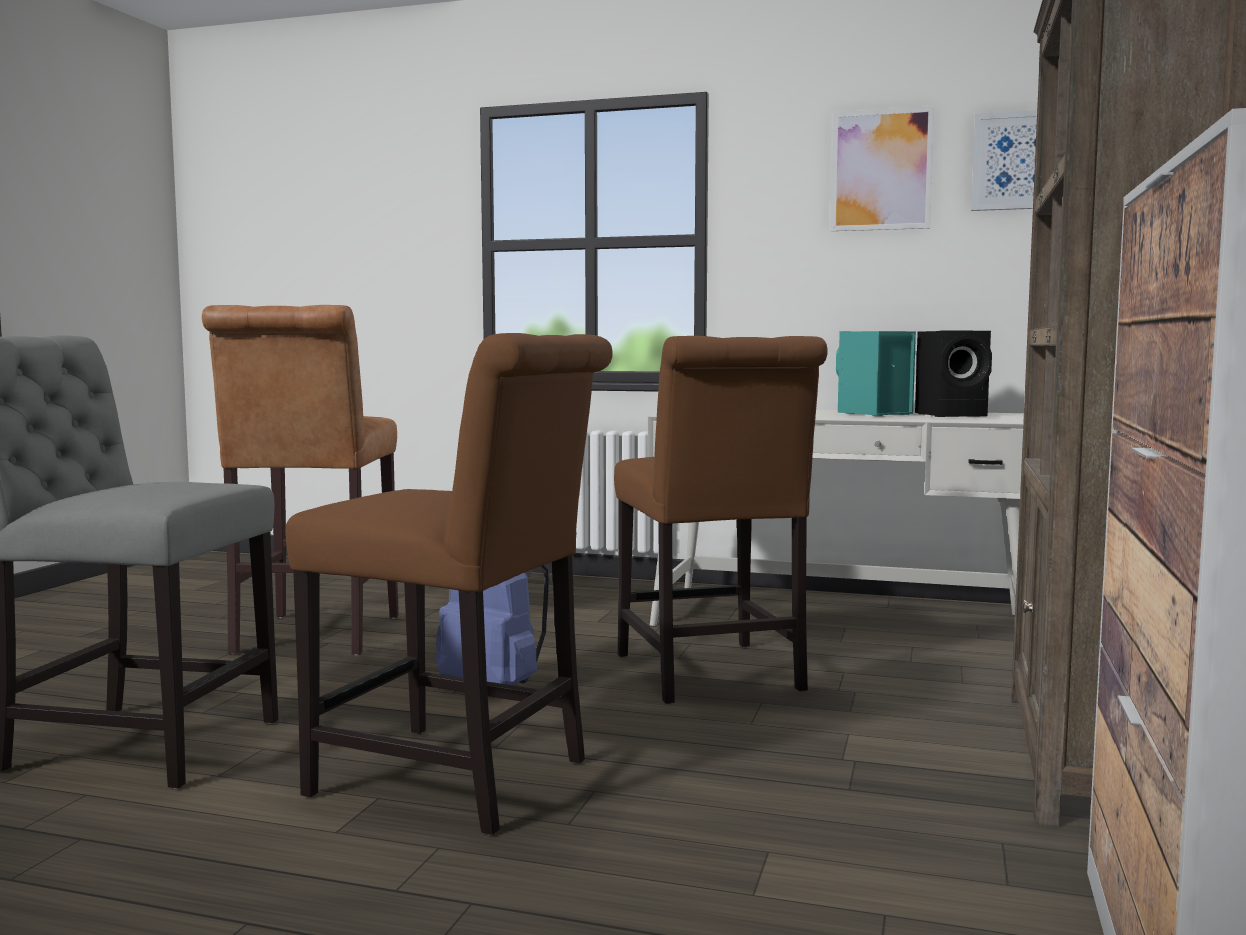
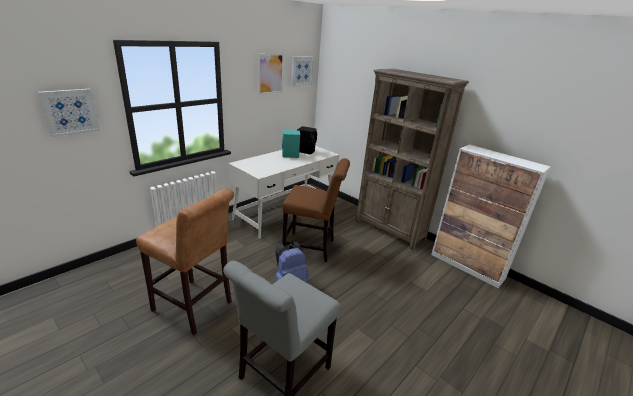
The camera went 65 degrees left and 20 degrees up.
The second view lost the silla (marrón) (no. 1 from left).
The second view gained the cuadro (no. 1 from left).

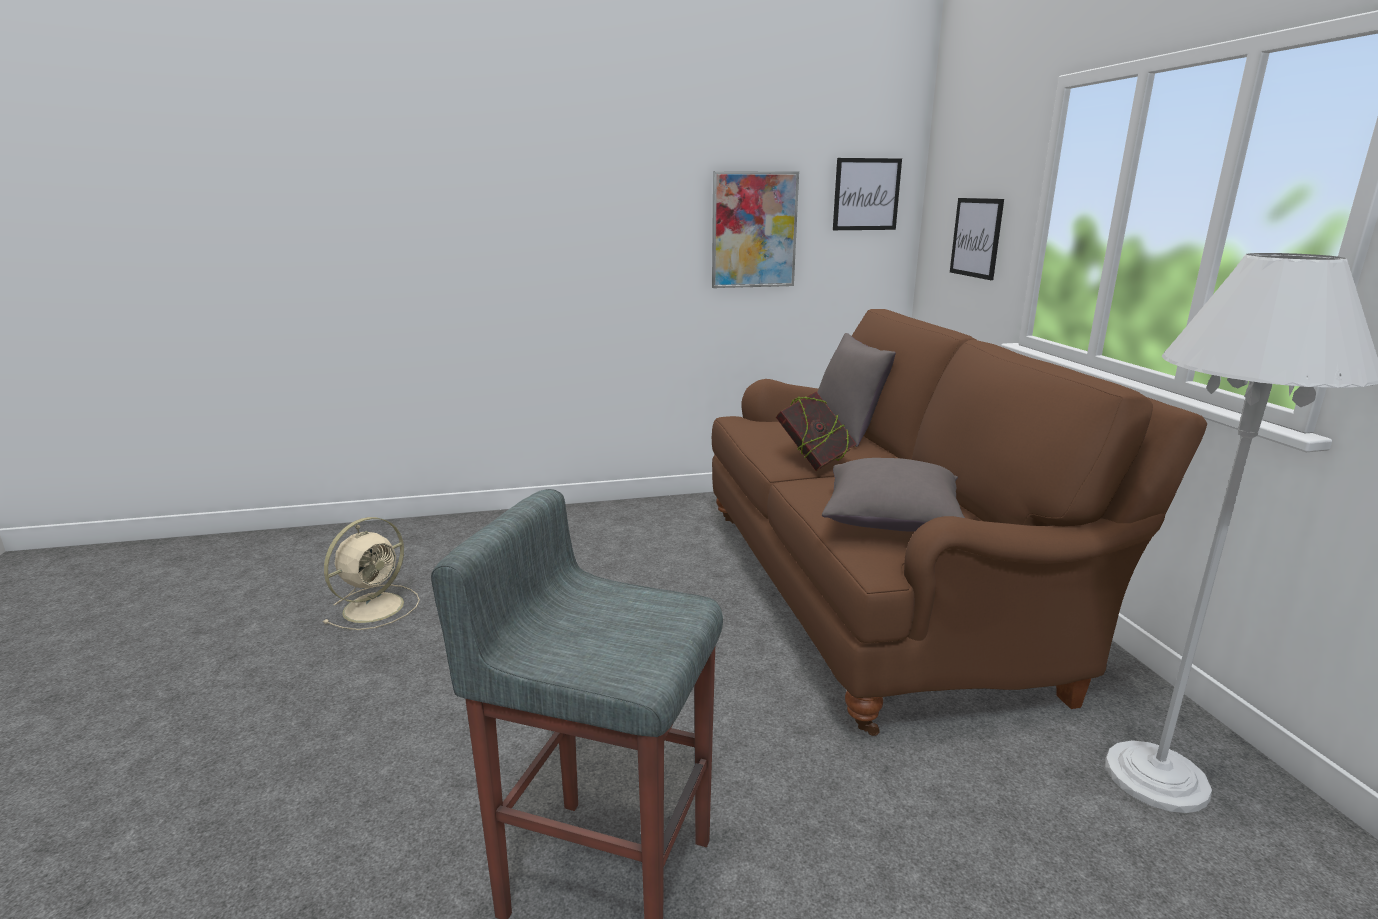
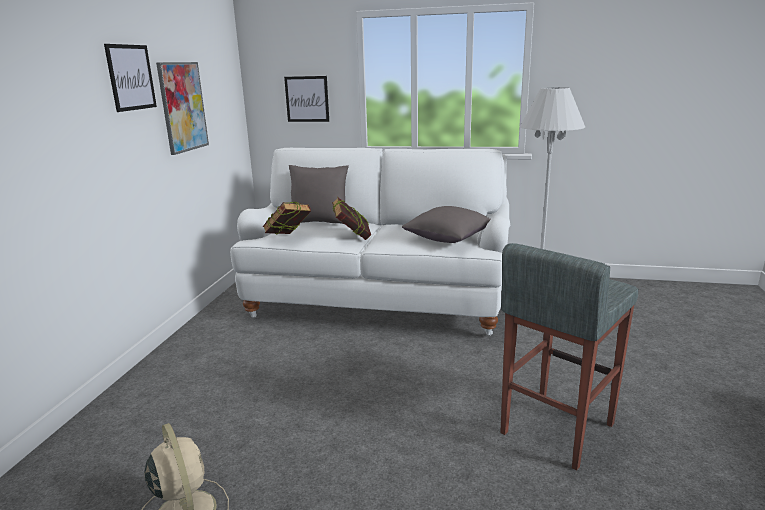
The camera went 65 degrees left and 0 degrees up.
The second view gained the libro (no. 1 from left).
The cuadro (no. 2 from left in the first image) ended up elsewhere.
What was the sofá (marrón) turned into the sofá (blanco).

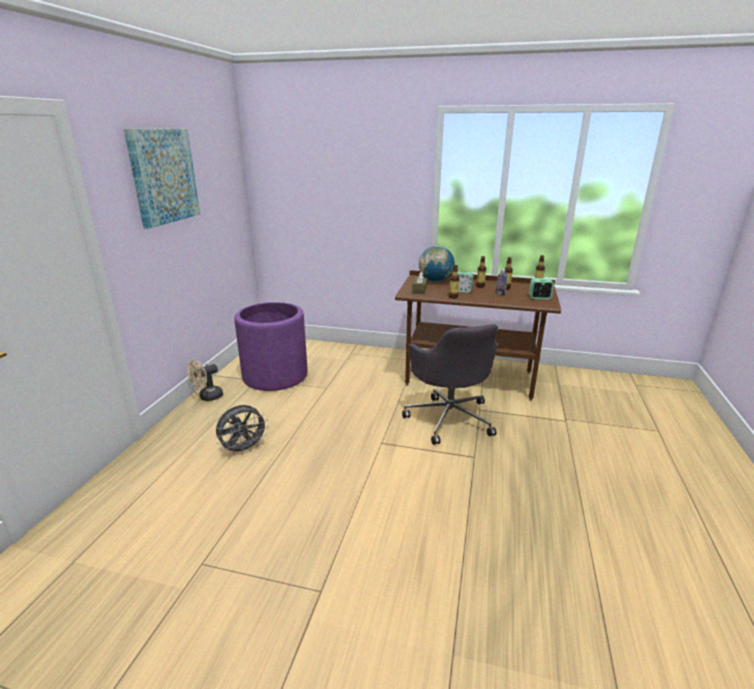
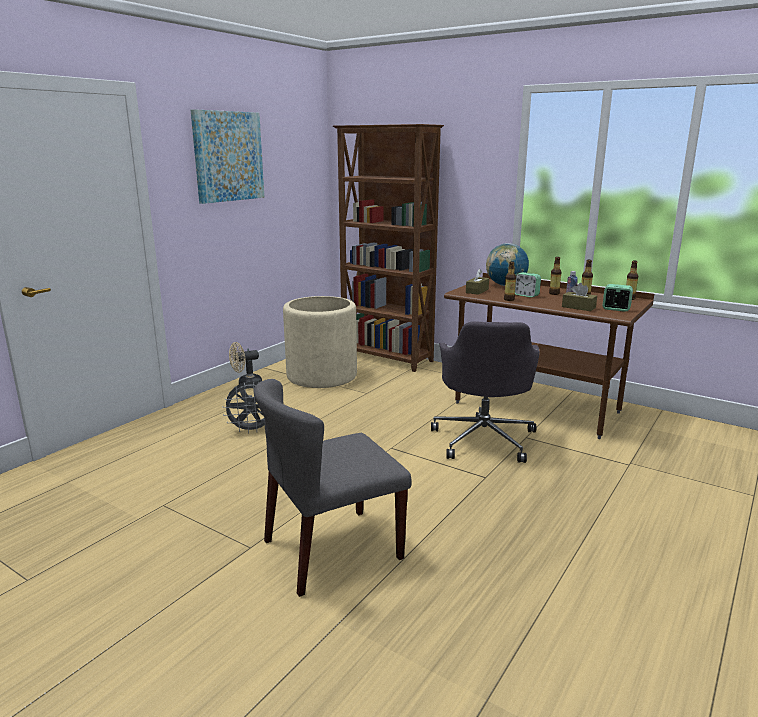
The camera went 20 degrees right and 5 degrees down.
The second view gained the silla (gris).
The second view gained the estantería (marrón).
The second view gained the caja de pañuelos (marrón) (no. 2 from left).
What was the maceta (morado) turned into the maceta (beis).

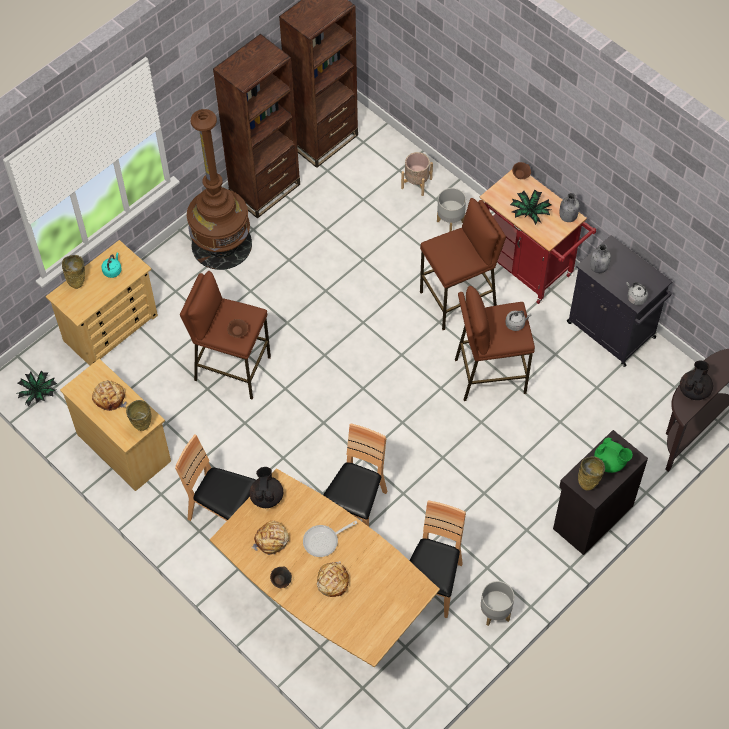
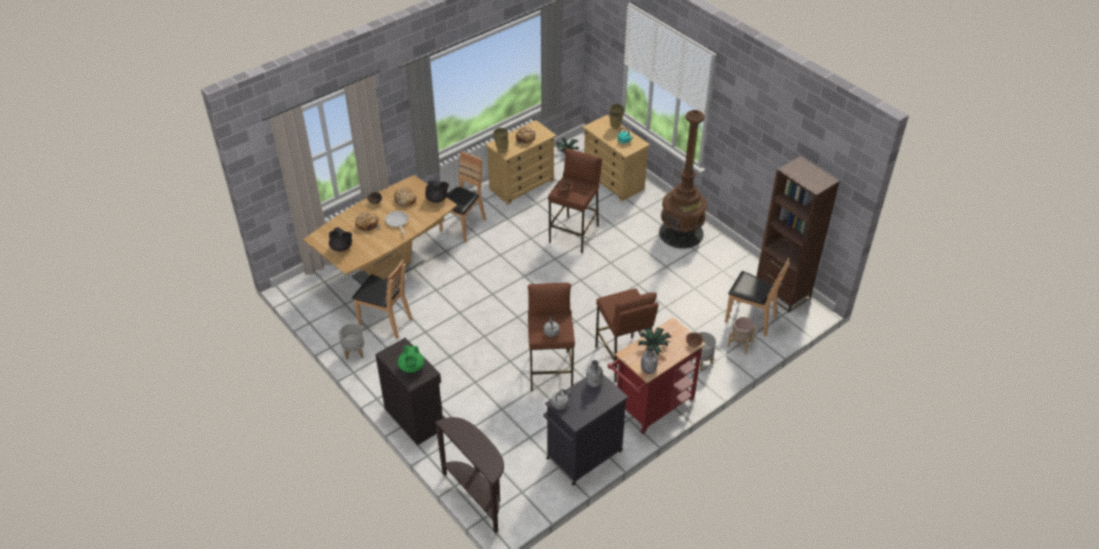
The camera went 95 degrees right and 15 degrees down.
The second view lost the estantería (marrón) (no. 1 from left).
The second view lost the florero (beis) (no. 3 from left).
The silla (marrón) (no. 2 from left in the first image) ended up elsewhere.
The tetera (negro) (no. 2 from left in the first image) ended up elsewhere.
The tetera (verde) ended up facing another way, 45 degrees counterclockwise from before.

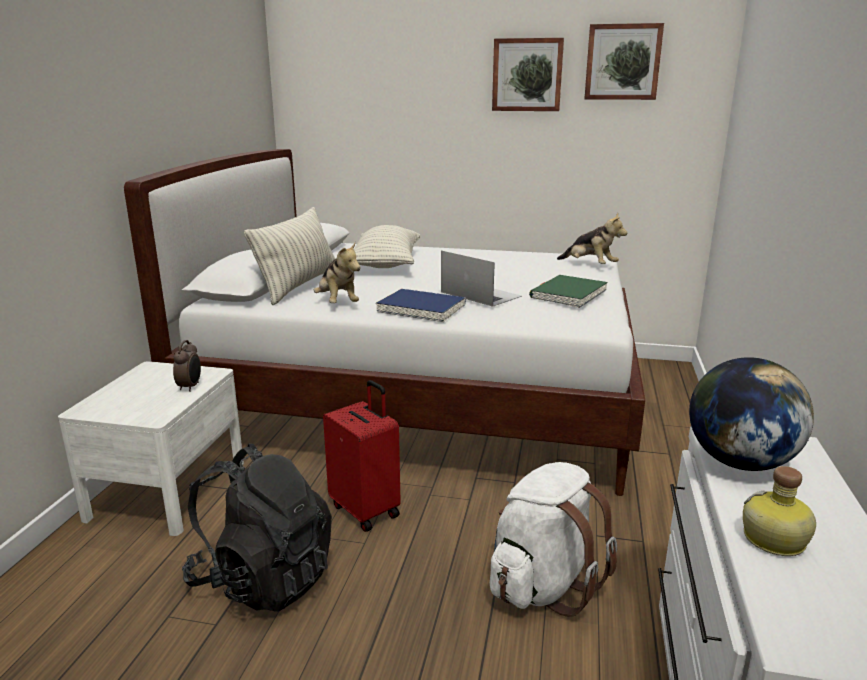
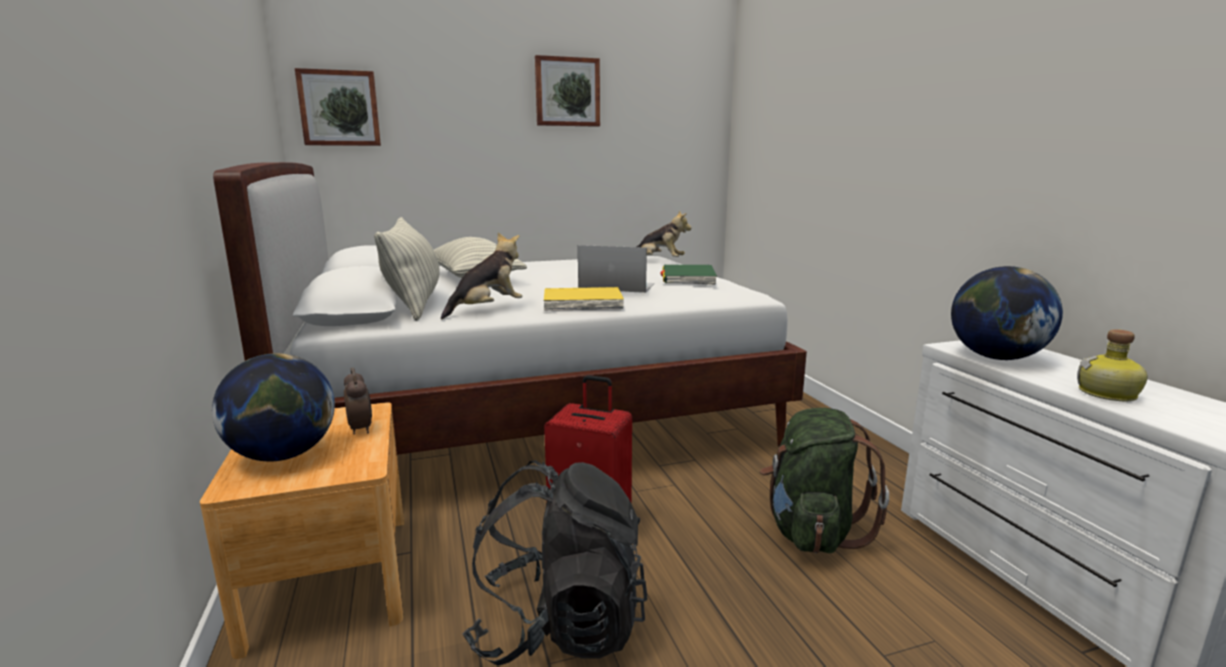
The camera went 30 degrees left and 5 degrees down.
The second view gained the globo terráqueo (no. 1 from left).
The cuadro (no. 2 from left in the first image) ended up elsewhere.
What was the mesita de noche (blanco) turned into the mesita de noche (marrón).
What was the libro (azul) turned into the libro (amarillo).
What was the mochila (blanco) turned into the mochila (verde).
The peluche (no. 1 from left) ended up facing another way, 75 degrees counterclockwise from before.

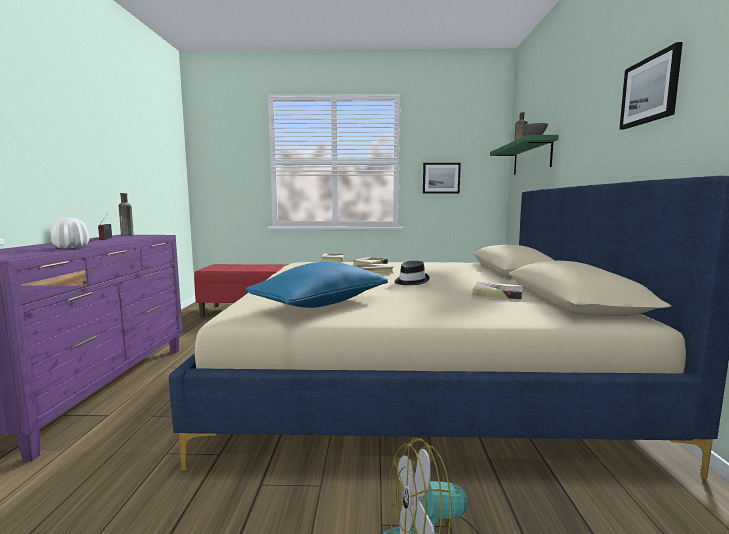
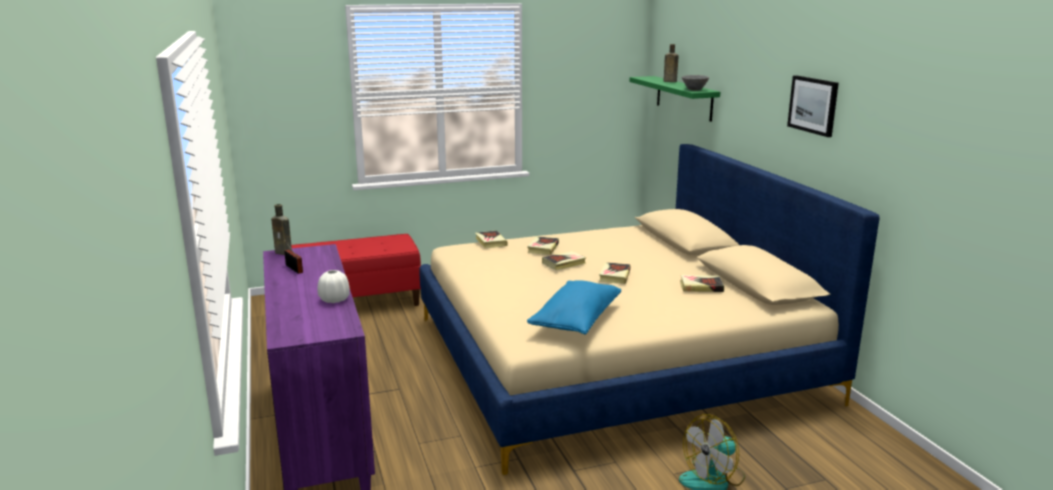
The camera went 20 degrees left and 10 degrees up.
The second view lost the cuadro (no. 1 from left).
Where the sombrero (negro) stood, the libro (no. 4 from left) came to stand.

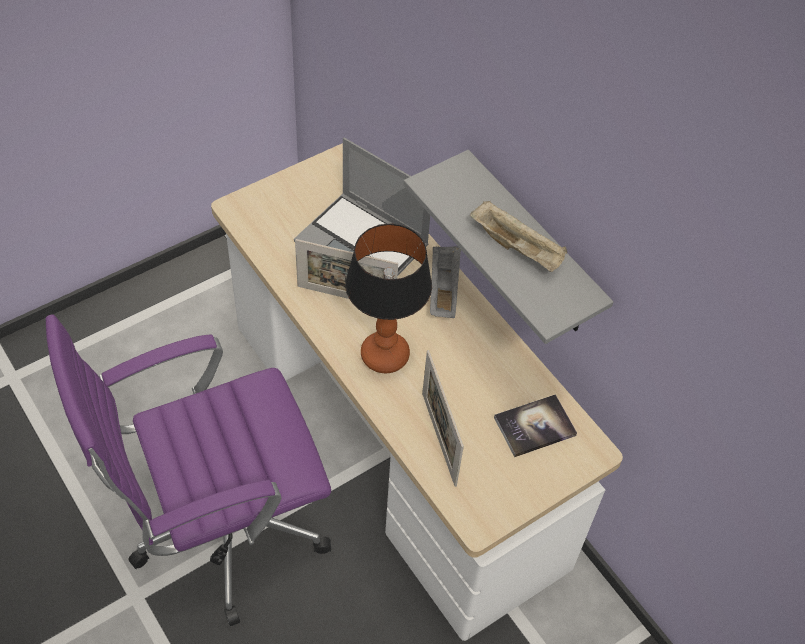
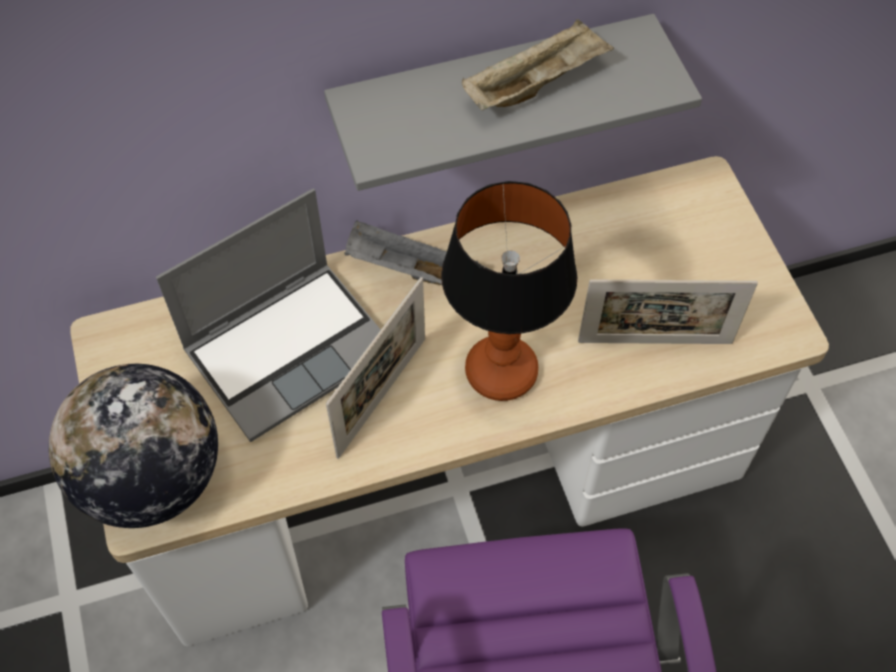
The camera went 70 degrees left and 5 degrees up.
The second view lost the libro.
The second view gained the globo terráqueo.

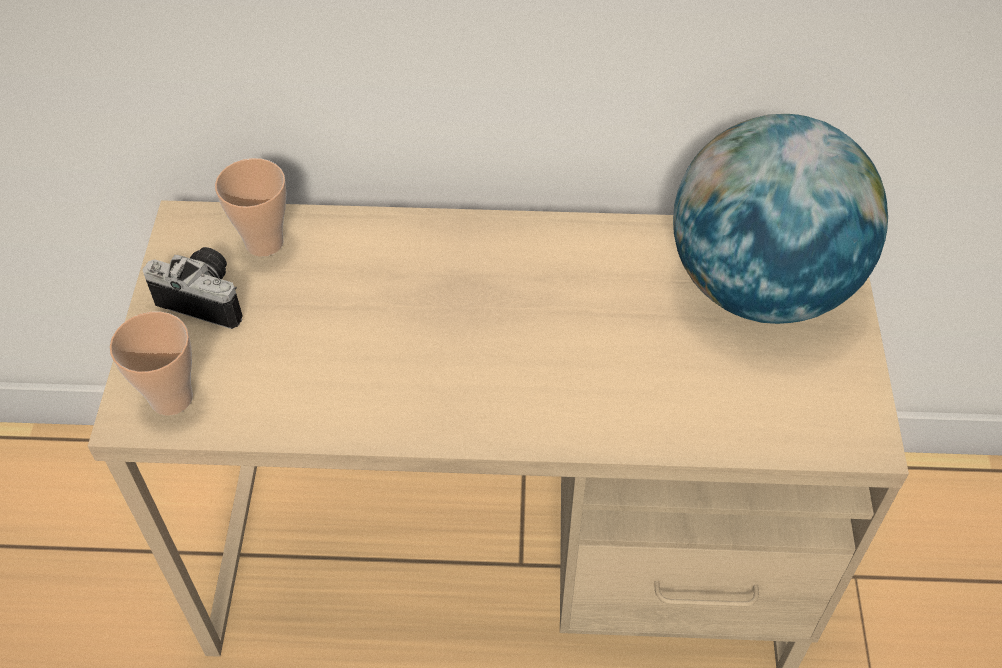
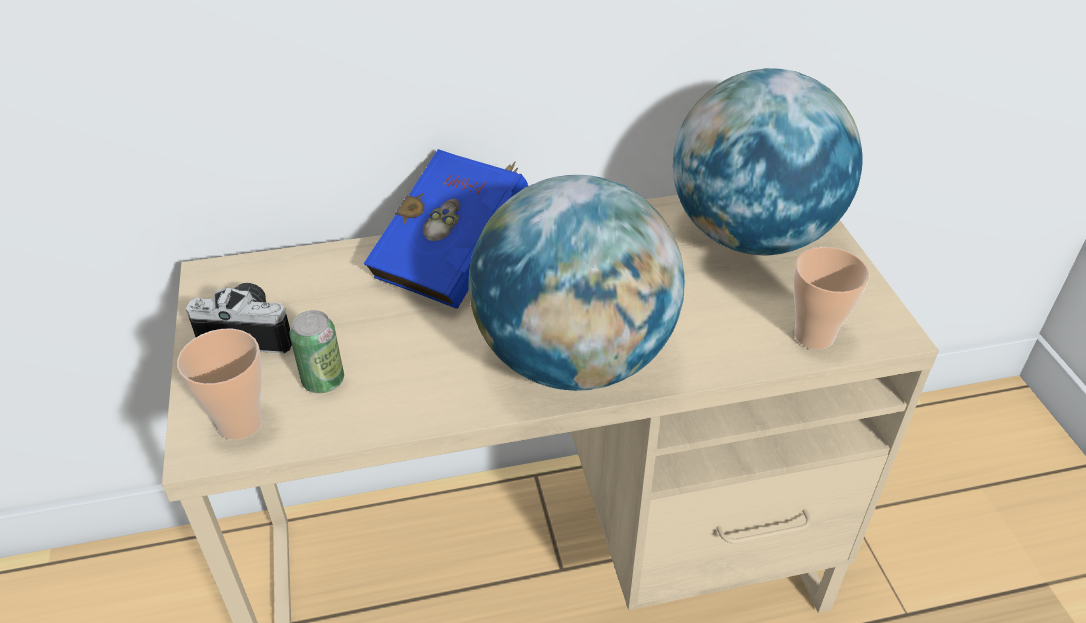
The camera went 15 degrees left and 10 degrees down.
The second view gained the lata.
The second view gained the libro (azul).
The second view gained the globo terráqueo (no. 1 from left).
The taza (no. 2 from left) ended up elsewhere.

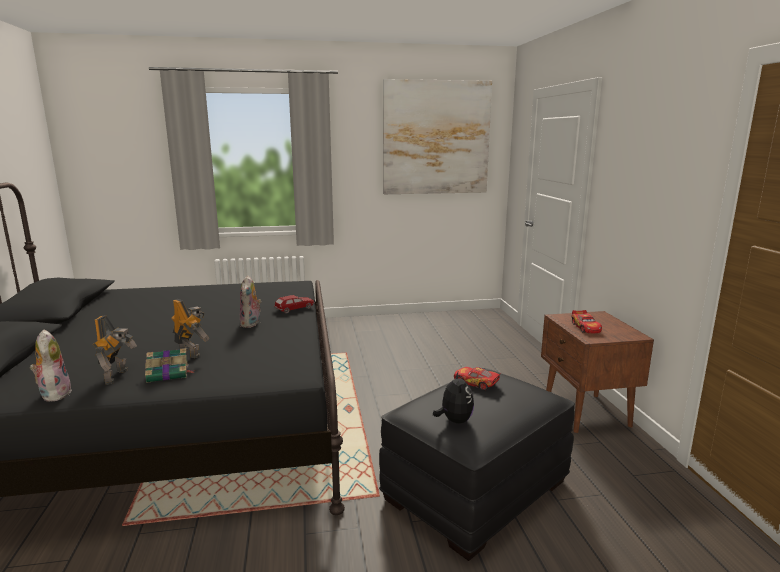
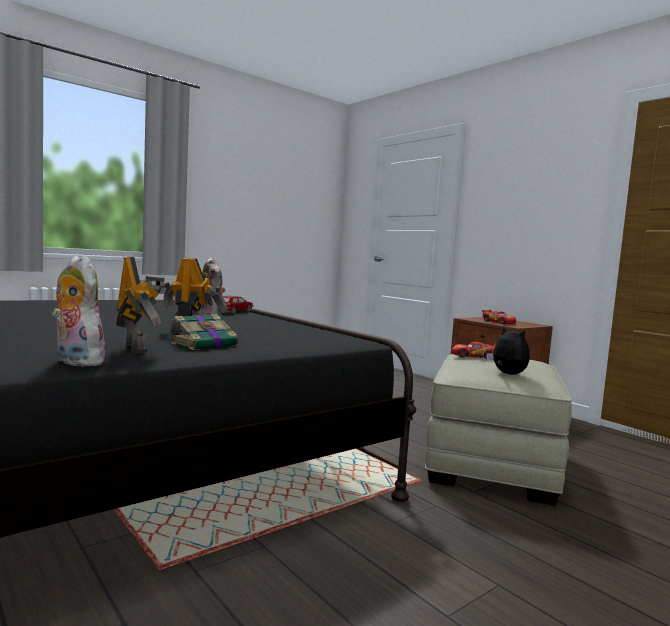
The camera went 30 degrees left and 10 degrees down.
The second view lost the cuadro.
What was the puf (negro) turned into the puf (beis).

